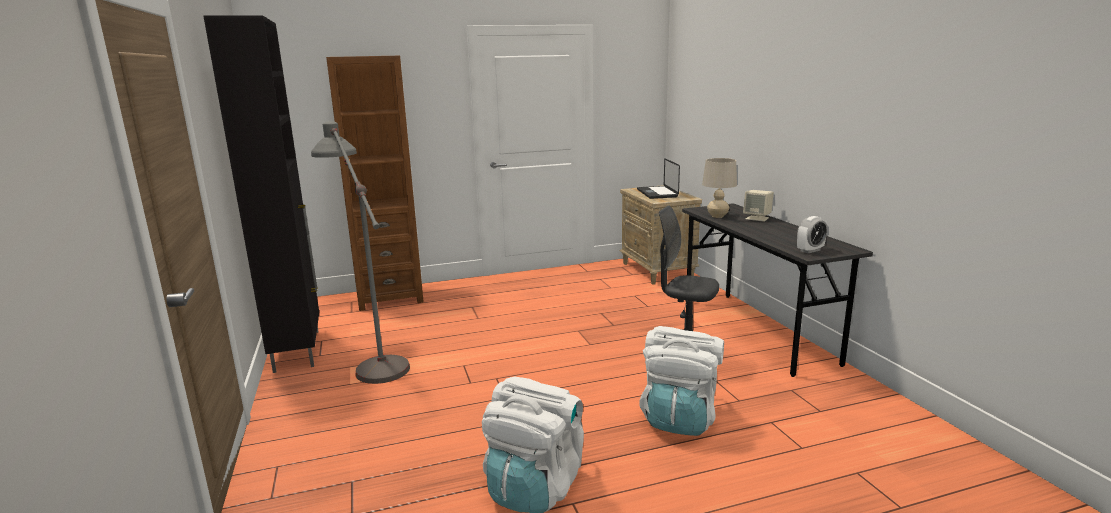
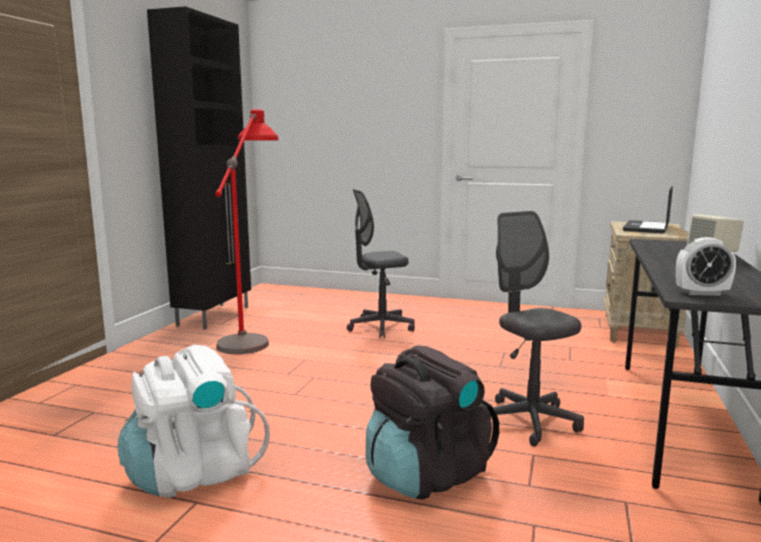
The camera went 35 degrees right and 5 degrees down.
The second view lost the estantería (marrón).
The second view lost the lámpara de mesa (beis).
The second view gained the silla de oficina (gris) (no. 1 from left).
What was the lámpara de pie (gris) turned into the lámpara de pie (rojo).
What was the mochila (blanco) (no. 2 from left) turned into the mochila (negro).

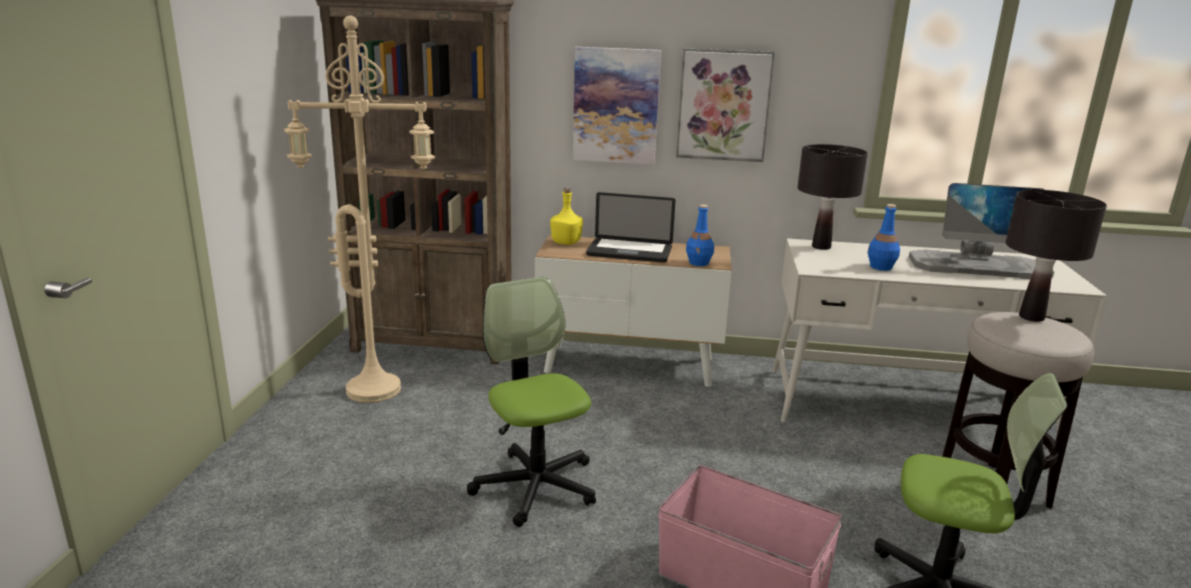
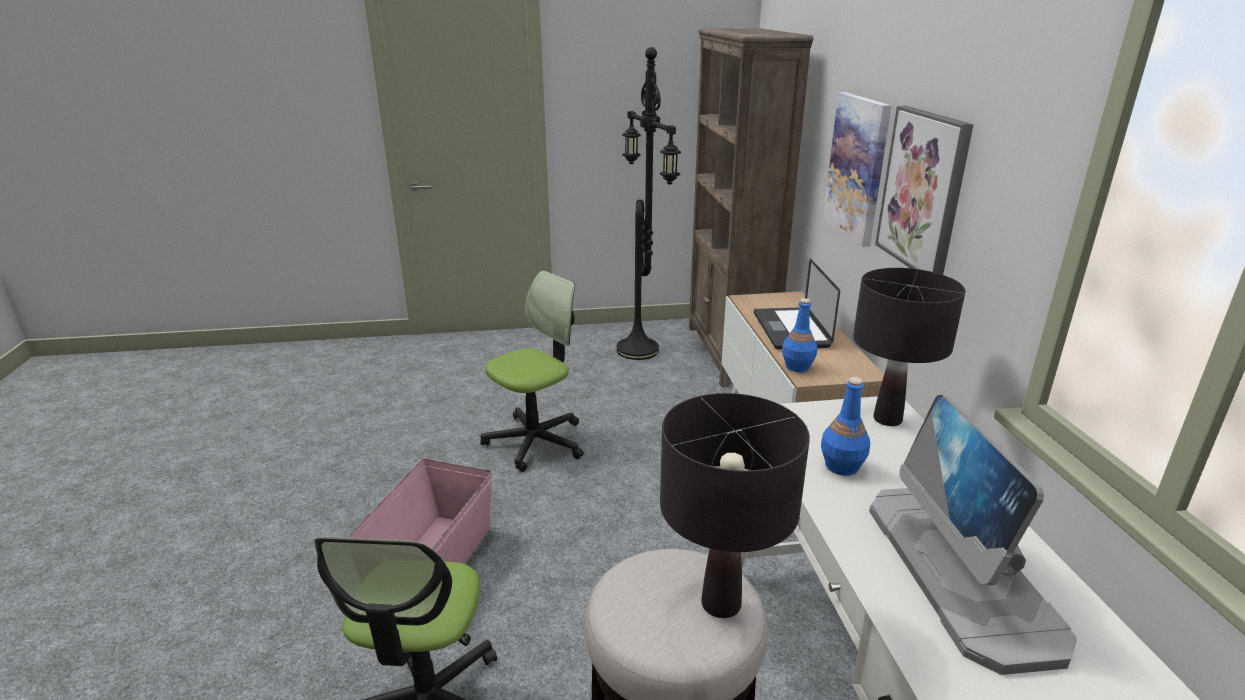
The camera went 75 degrees right and 5 degrees up.
The second view lost the botella (amarillo).
What was the lámpara de pie (beis) turned into the lámpara de pie (negro).

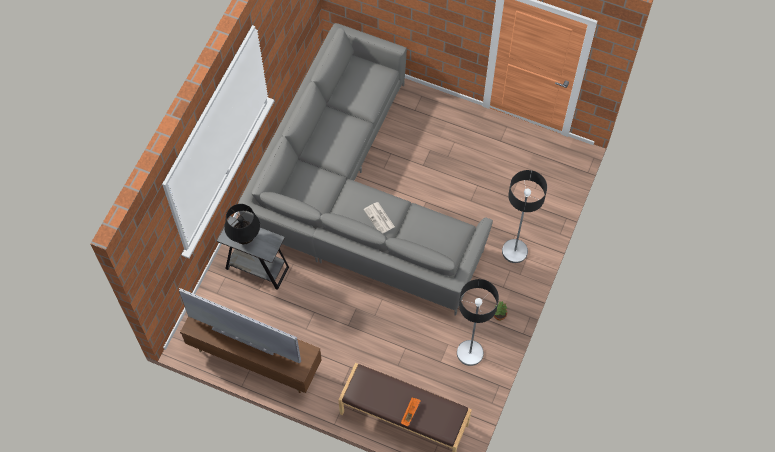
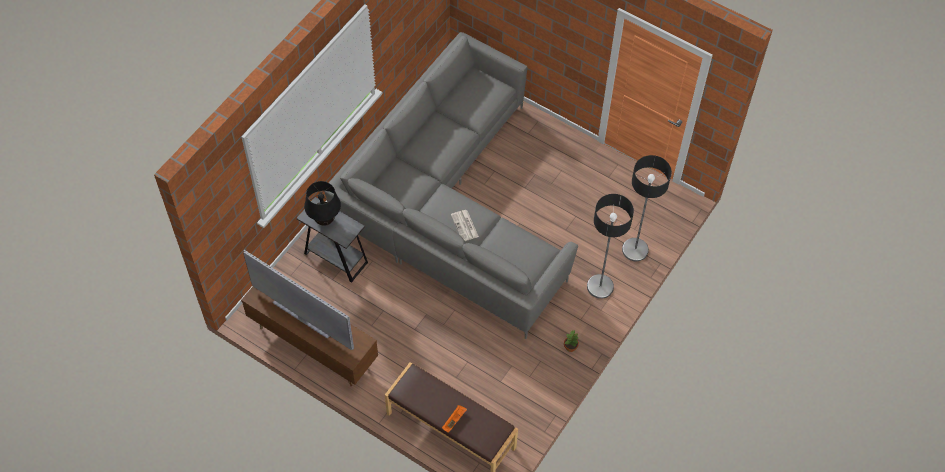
The camera went 10 degrees right and 5 degrees down.
The lámpara de pie (no. 1 from left in the first image) ended up elsewhere.

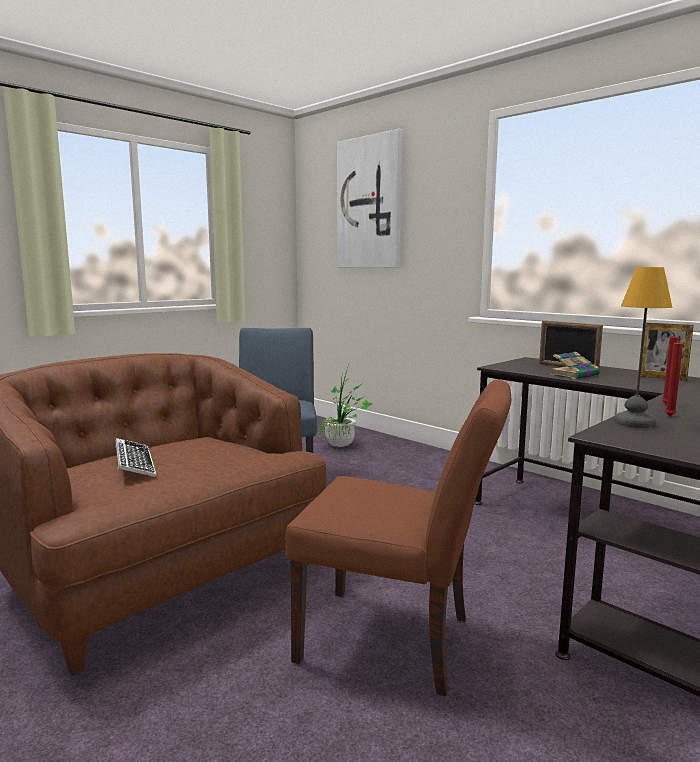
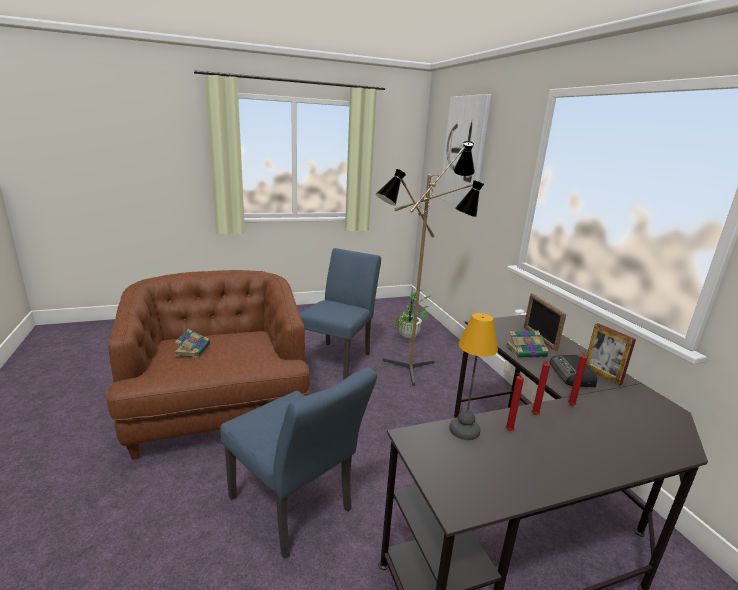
The camera went 25 degrees right and 10 degrees up.
The second view gained the lámpara de pie.
The second view gained the radio.
The second view gained the vela (rojo) (no. 3 from left).
Where the teclado stood, the libro (no. 1 from left) came to stand.
What was the silla (marrón) turned into the silla (azul) (no. 1 from left).

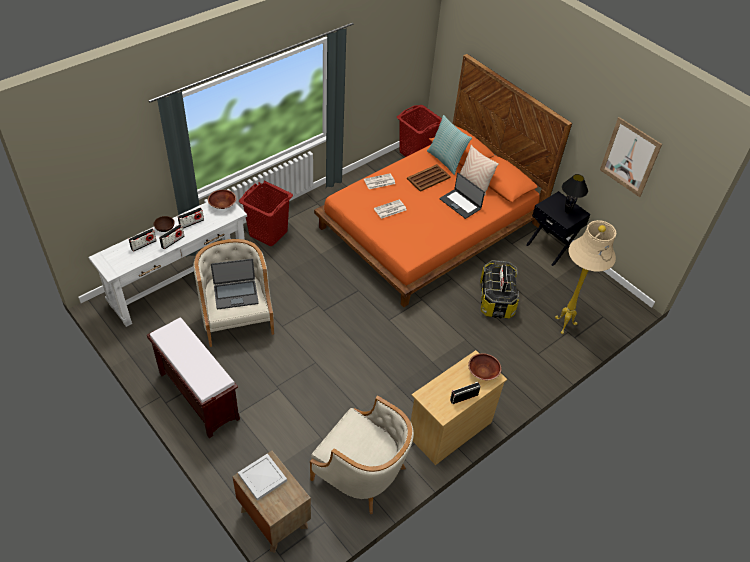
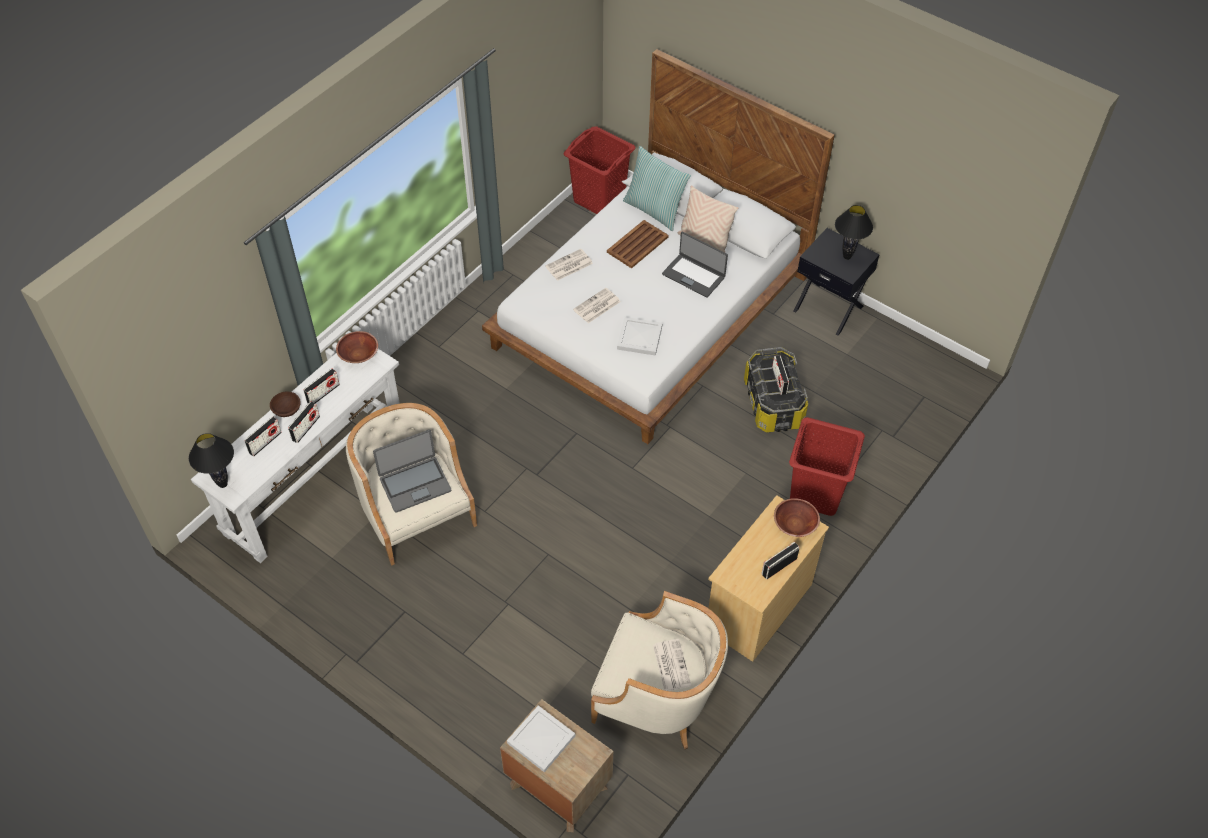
The camera went 10 degrees left and 5 degrees up.
The second view lost the banco (marrón).
The second view lost the lámpara de pie (beis).
The second view lost the cuadro.
The second view gained the lámpara de mesa (negro) (no. 1 from left).
The second view gained the bandeja (blanco) (no. 2 from left).
The second view gained the periódico (no. 3 from left).
The cesto de la ropa (rojo) (no. 1 from left in the first image) ended up elsewhere.
What was the cama (naranja) turned into the cama (blanco).

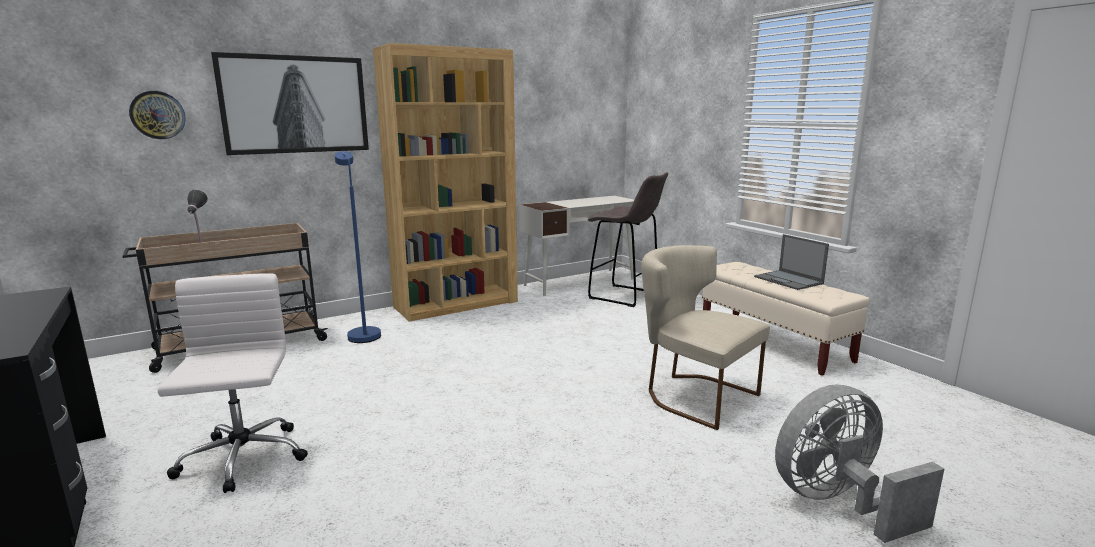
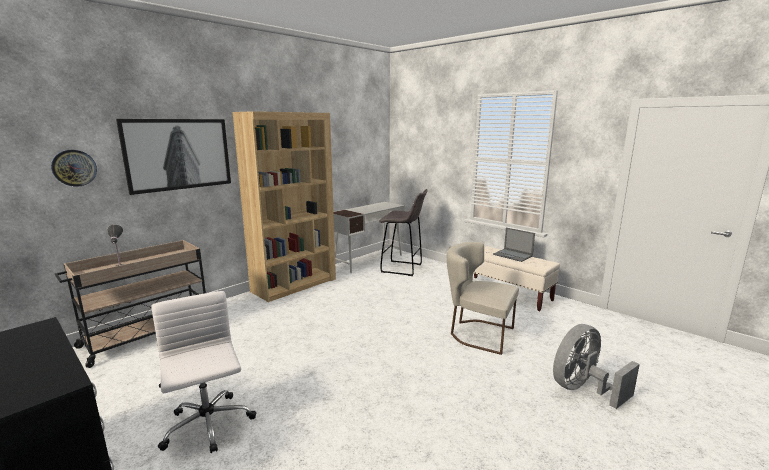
The camera went 15 degrees left and 0 degrees up.
The second view lost the lámpara de pie (azul).

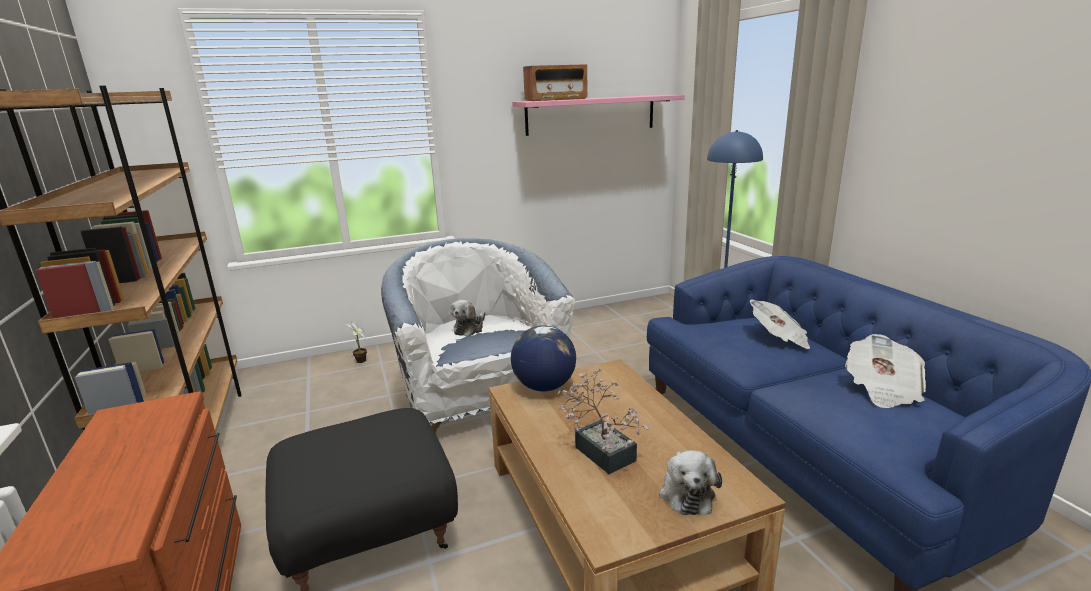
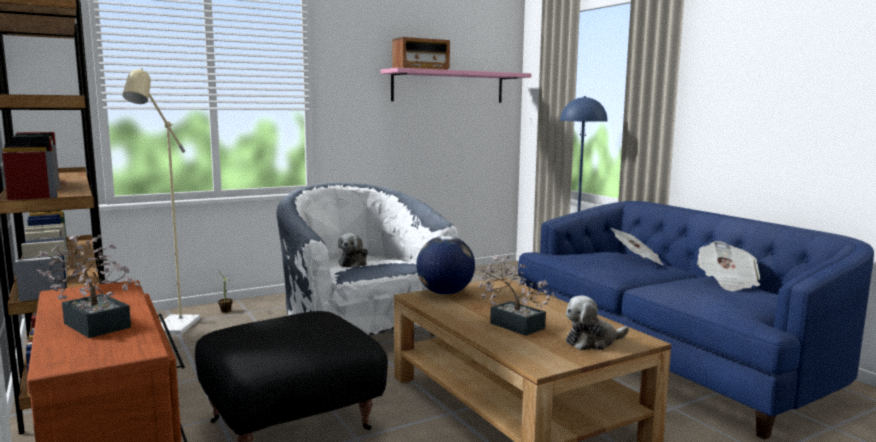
The camera went 10 degrees left and 10 degrees down.
The second view gained the planta en maceta (no. 1 from left).
The second view gained the lámpara de pie (beis).
The peluche (no. 2 from left) ended up facing another way, 75 degrees clockwise from before.

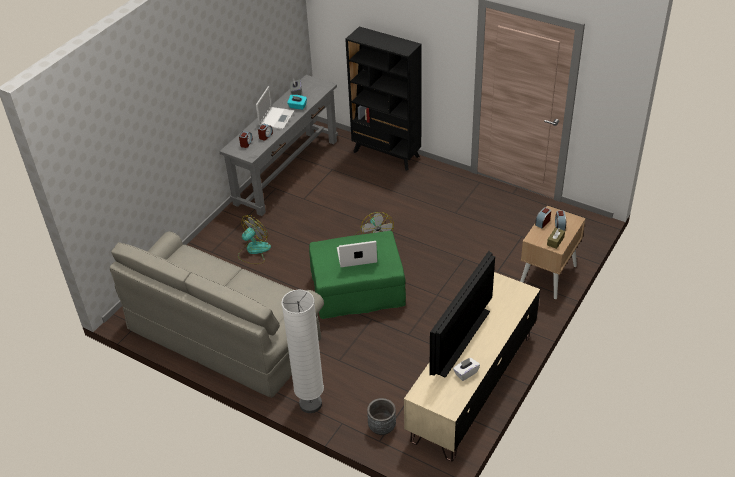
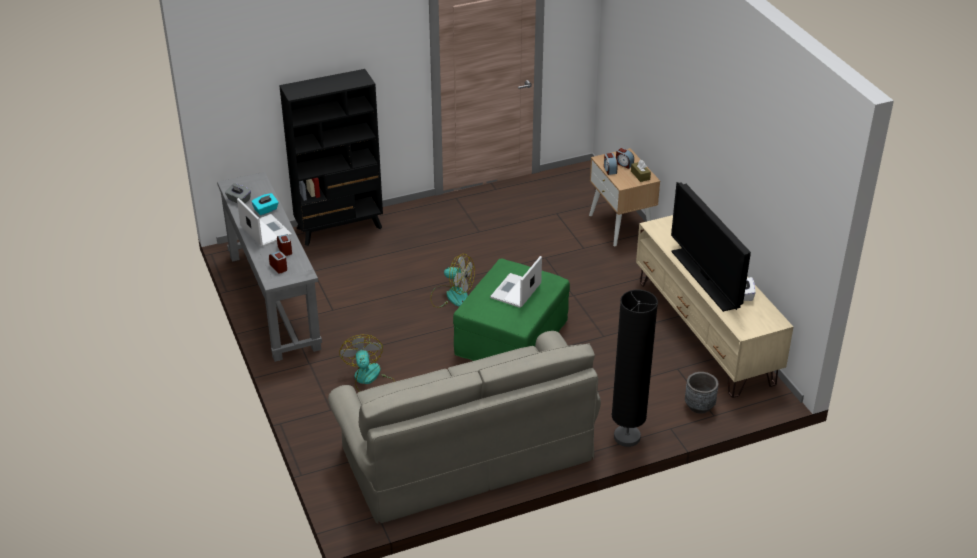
The camera went 55 degrees left and 5 degrees down.
What was the lámpara de pie (blanco) turned into the lámpara de pie (negro).

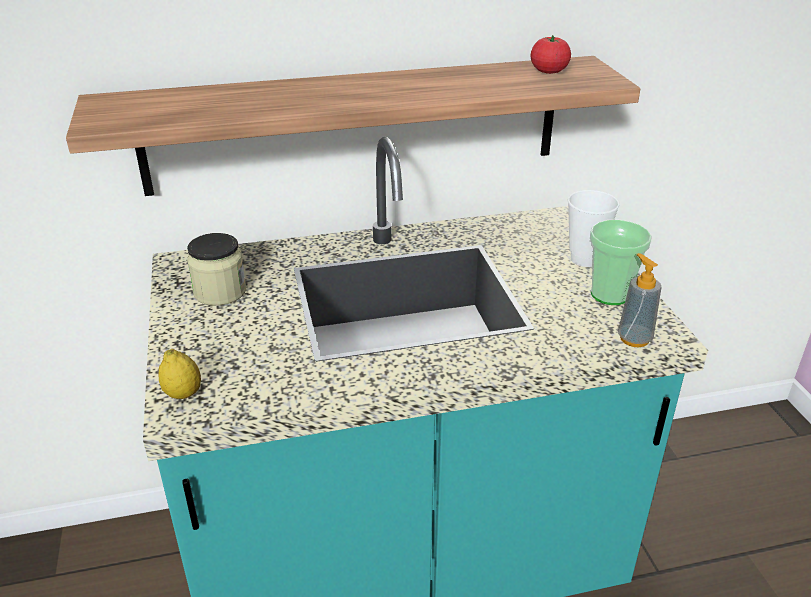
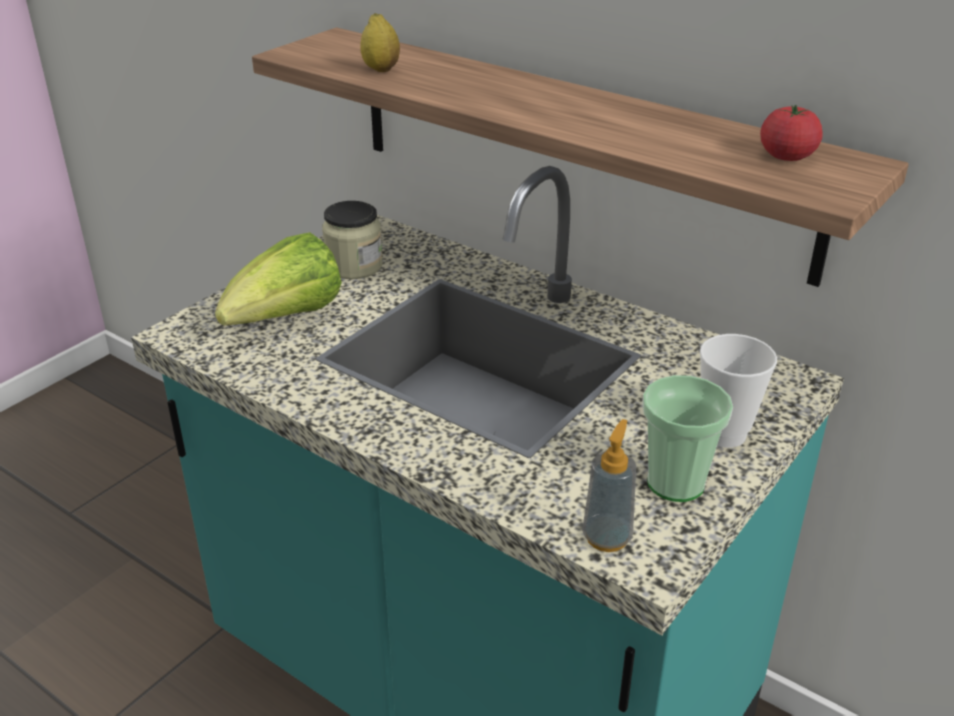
The camera went 50 degrees right and 0 degrees up.
The second view gained the lechuga.
The limón ended up elsewhere.

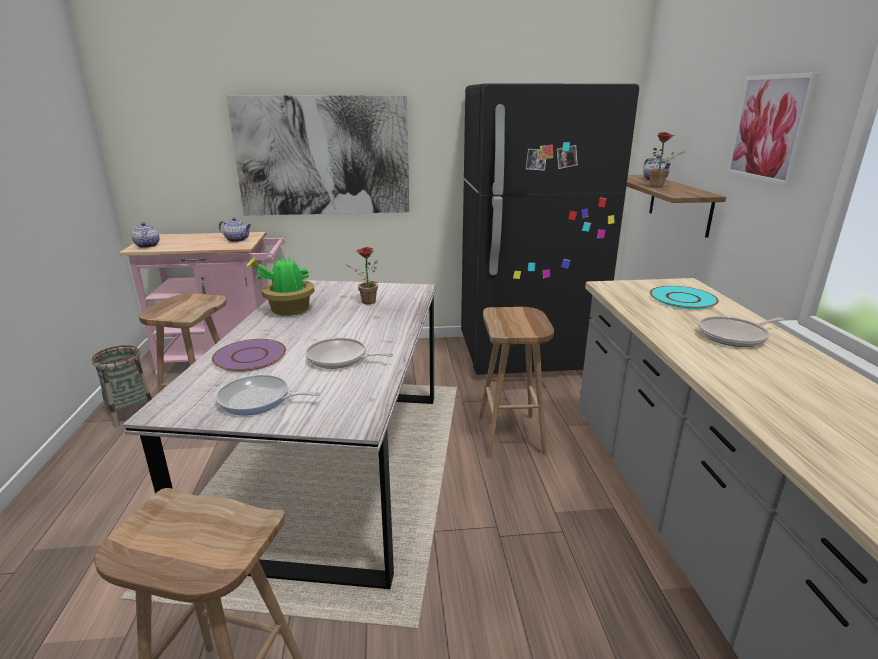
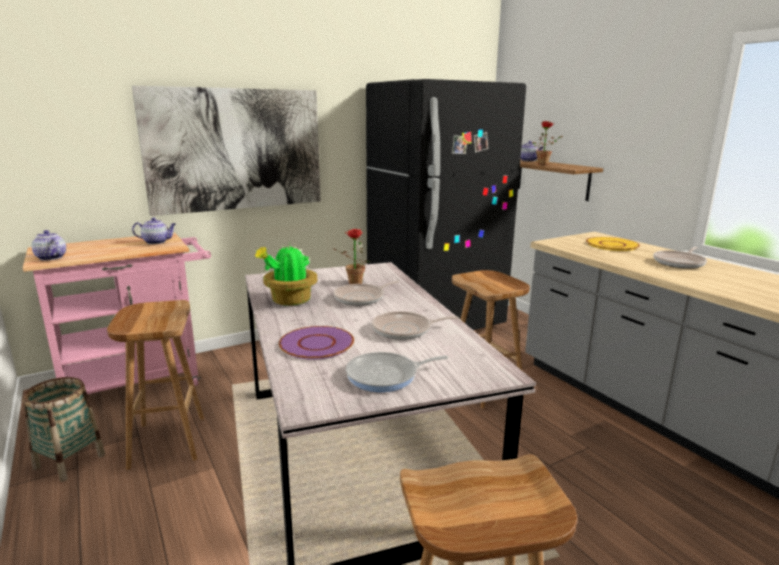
The camera went 25 degrees left and 5 degrees down.
The second view lost the cuadro (no. 2 from left).
The second view gained the sartén (no. 1 from left).
What was the plato (turquesa) turned into the plato (amarillo).

